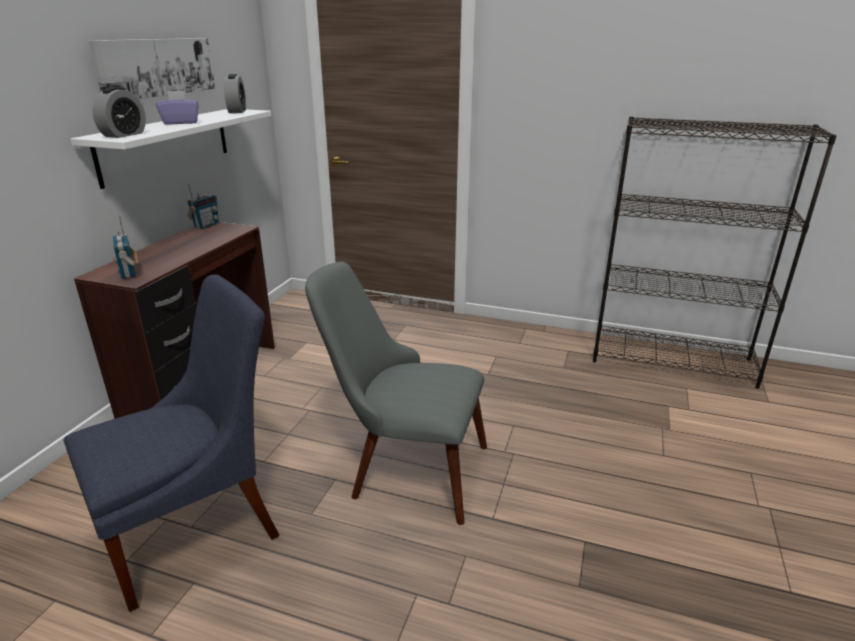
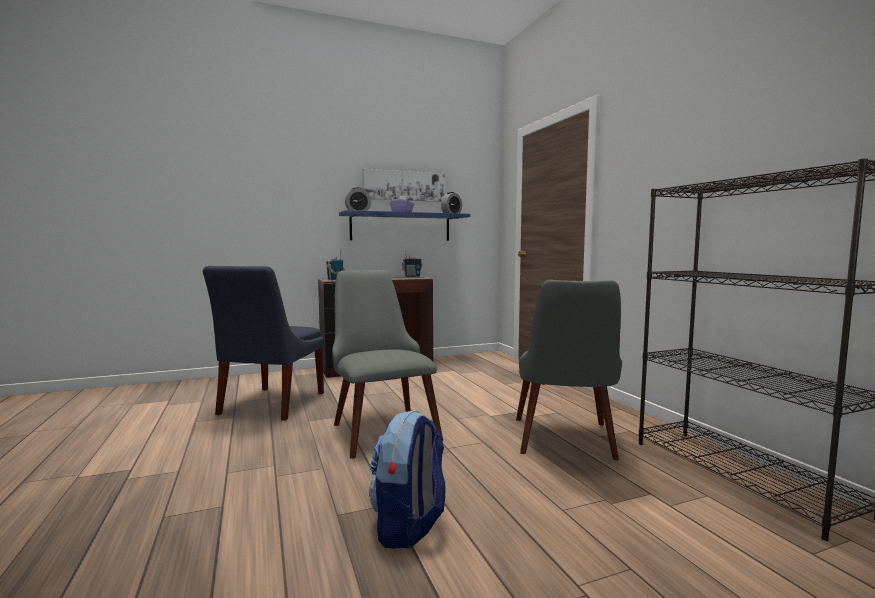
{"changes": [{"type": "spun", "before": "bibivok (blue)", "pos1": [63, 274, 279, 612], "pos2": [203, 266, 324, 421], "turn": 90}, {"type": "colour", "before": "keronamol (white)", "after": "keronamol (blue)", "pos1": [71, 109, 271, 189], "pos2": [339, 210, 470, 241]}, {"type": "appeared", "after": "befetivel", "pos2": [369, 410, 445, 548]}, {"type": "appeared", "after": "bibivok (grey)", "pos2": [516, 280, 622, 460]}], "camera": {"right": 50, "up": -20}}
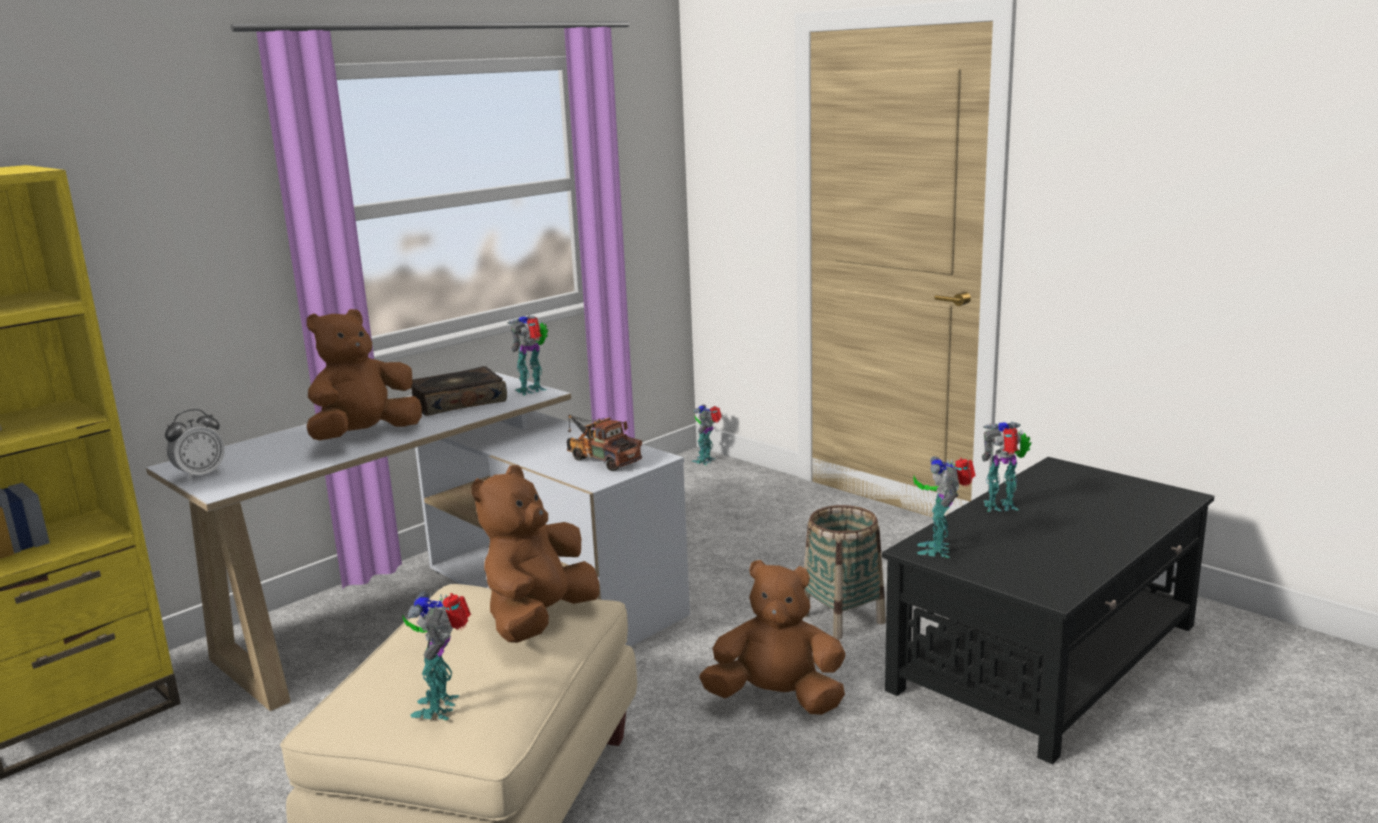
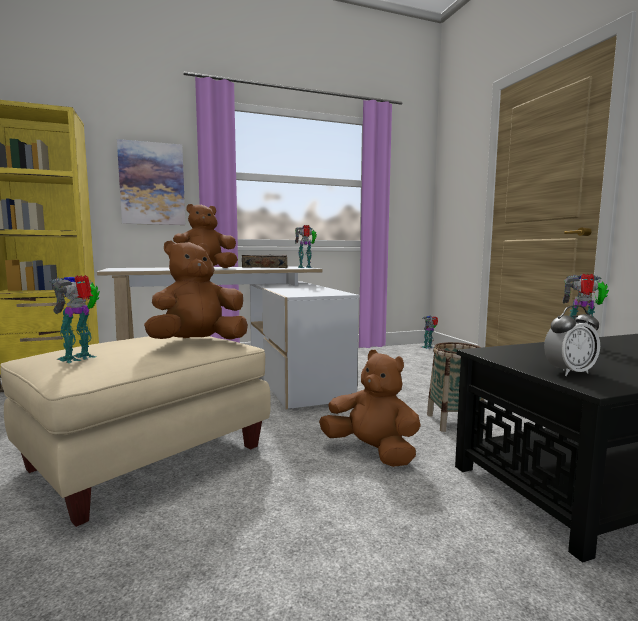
{"changes": [{"type": "relocated", "before": "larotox", "pos1": [165, 409, 225, 481], "pos2": [544, 305, 600, 376]}, {"type": "missing", "before": "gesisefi", "pos1": [567, 415, 642, 471]}, {"type": "missing", "before": "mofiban", "pos1": [913, 456, 976, 558]}, {"type": "appeared", "after": "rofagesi", "pos2": [117, 139, 185, 225]}], "camera": {"right": 25, "up": -10}}
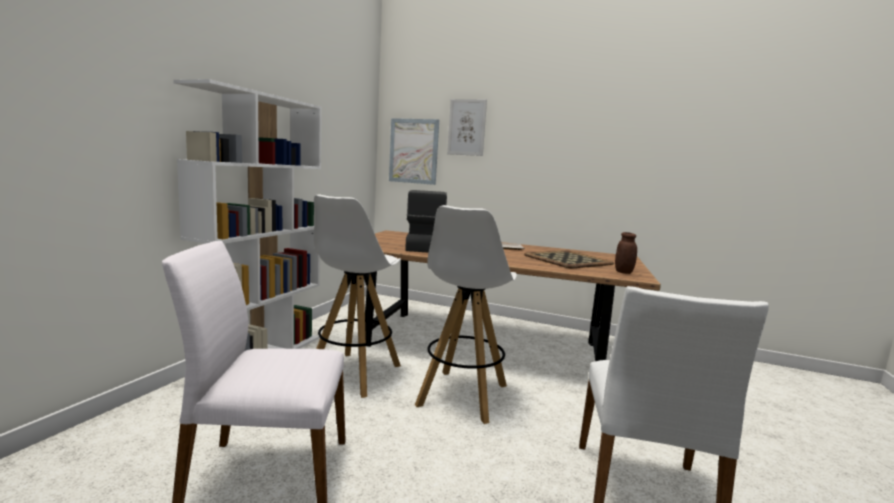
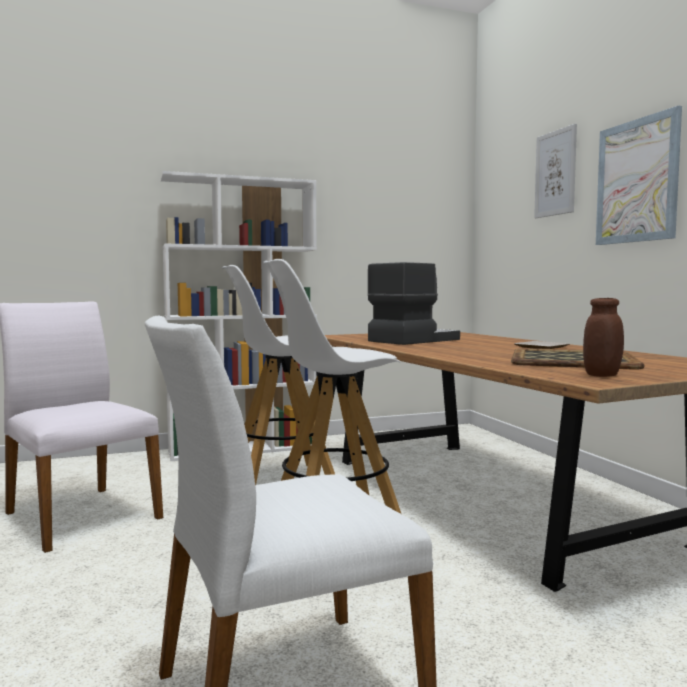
{"changes": [{"type": "relocated", "before": "rofagesi", "pos1": [389, 118, 439, 185], "pos2": [596, 105, 682, 245]}], "camera": {"right": 50, "up": -5}}
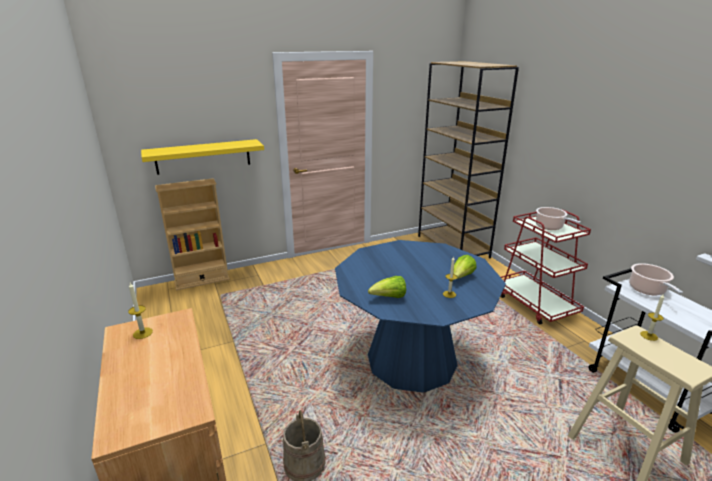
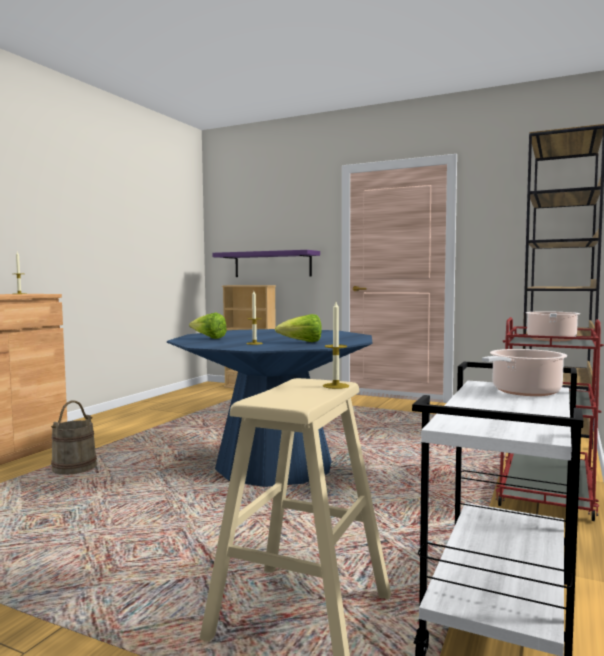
{"changes": [{"type": "colour", "before": "keronamol (yellow)", "after": "keronamol (purple)", "pos1": [141, 139, 264, 175], "pos2": [212, 250, 320, 277]}], "camera": {"right": 50, "up": -20}}
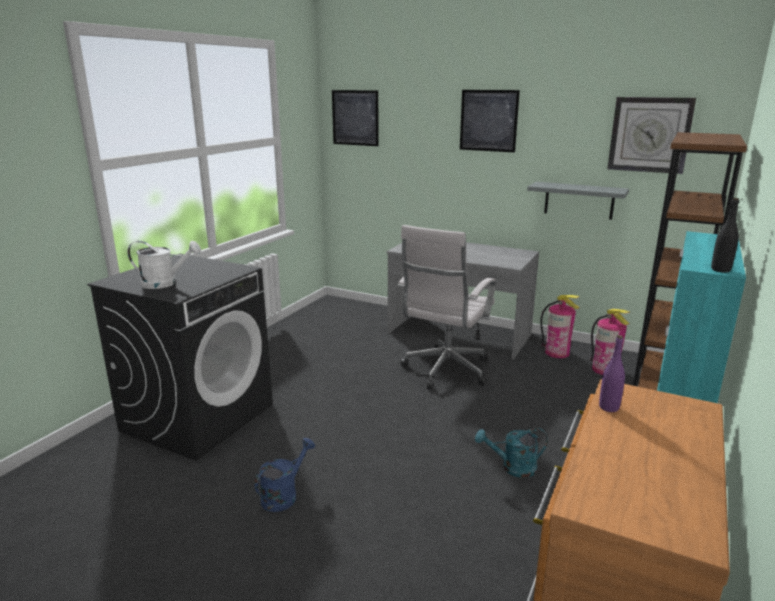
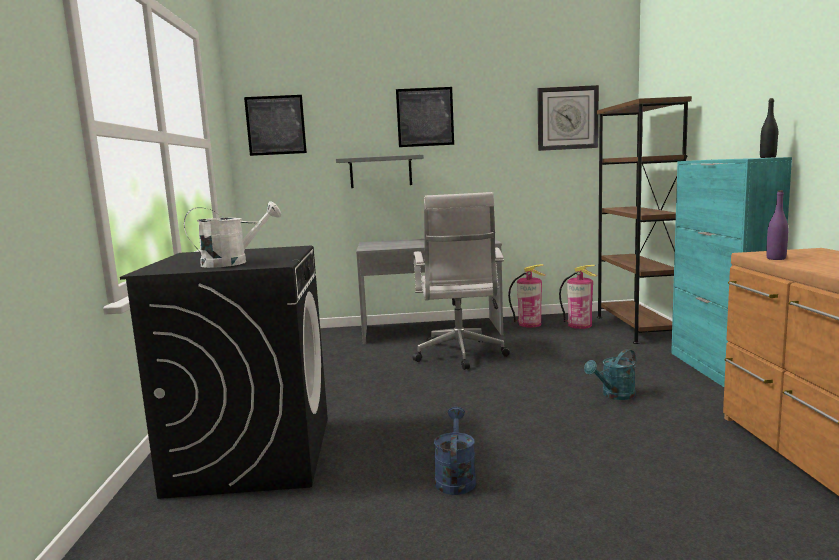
{"changes": [{"type": "relocated", "before": "keronamol (grey)", "pos1": [527, 182, 629, 220], "pos2": [336, 154, 424, 188]}], "camera": {"right": -30, "up": -10}}
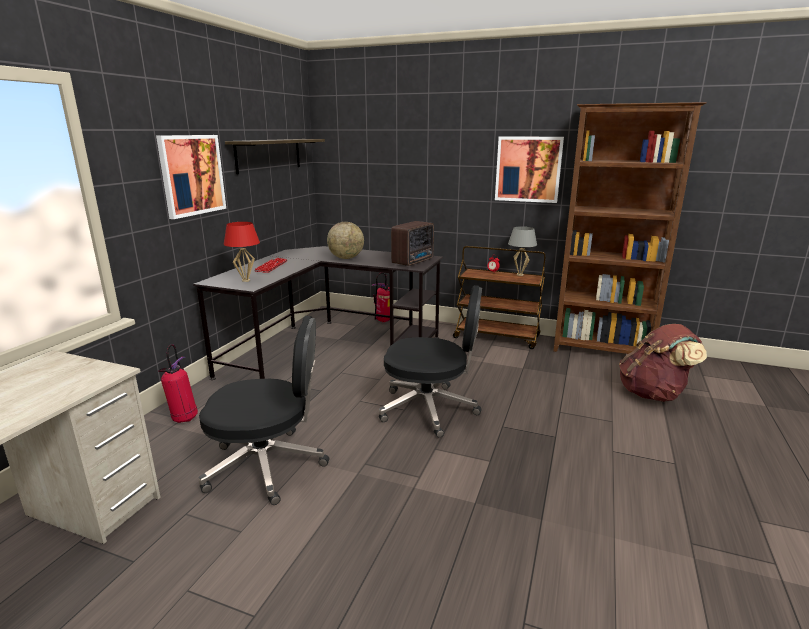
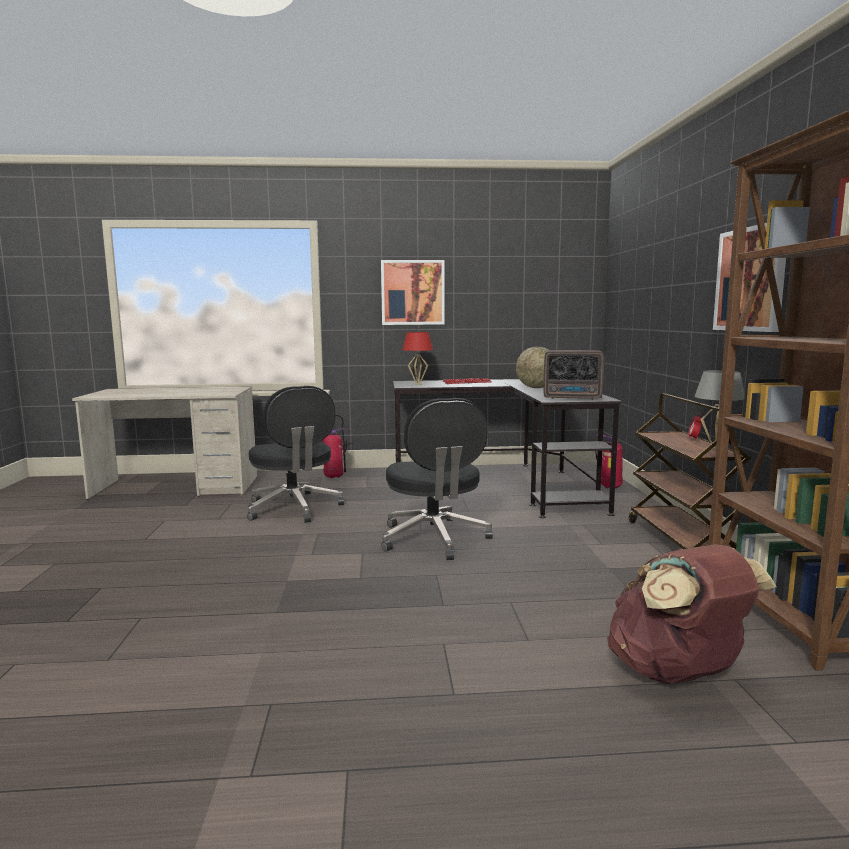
{"changes": [{"type": "missing", "before": "keronamol", "pos1": [225, 139, 325, 175]}], "camera": {"right": 65, "up": -10}}
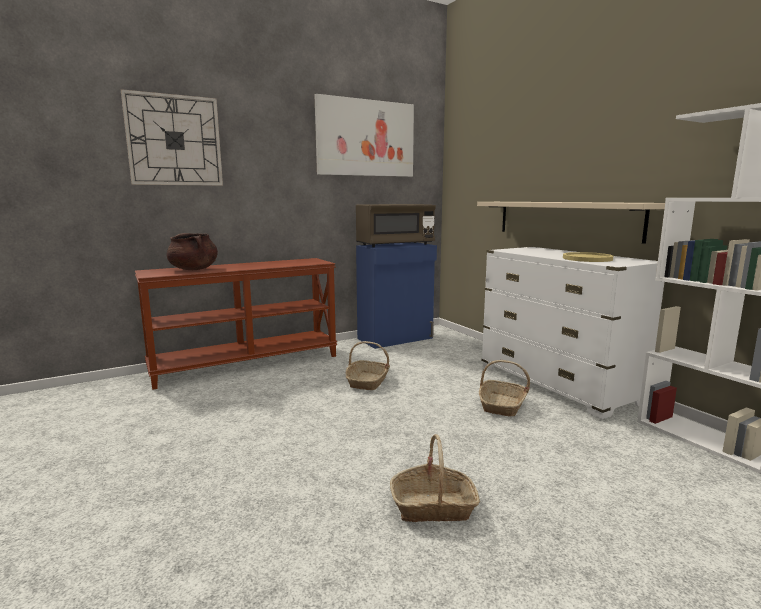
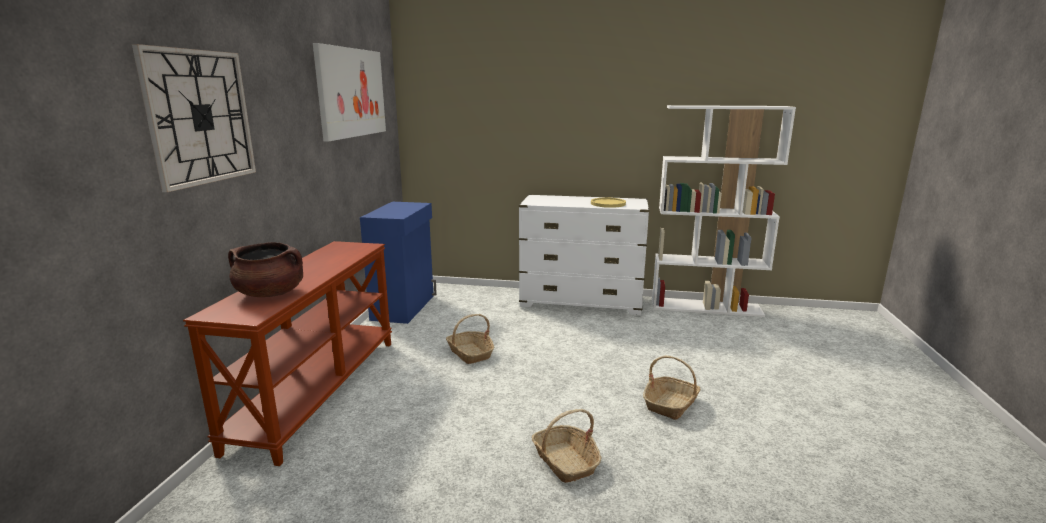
{"changes": [{"type": "missing", "before": "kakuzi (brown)", "pos1": [356, 204, 436, 247]}, {"type": "missing", "before": "keronamol (beige)", "pos1": [477, 202, 665, 244]}, {"type": "relocated", "before": "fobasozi", "pos1": [479, 360, 530, 416], "pos2": [532, 409, 601, 483]}], "camera": {"right": -50, "up": 5}}
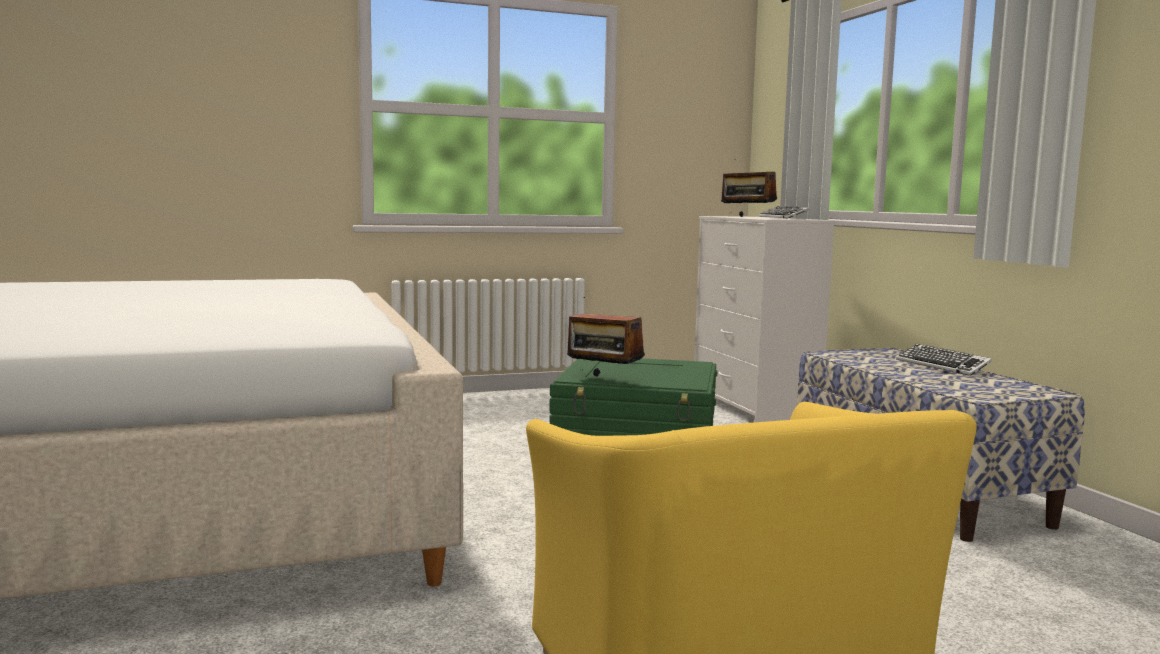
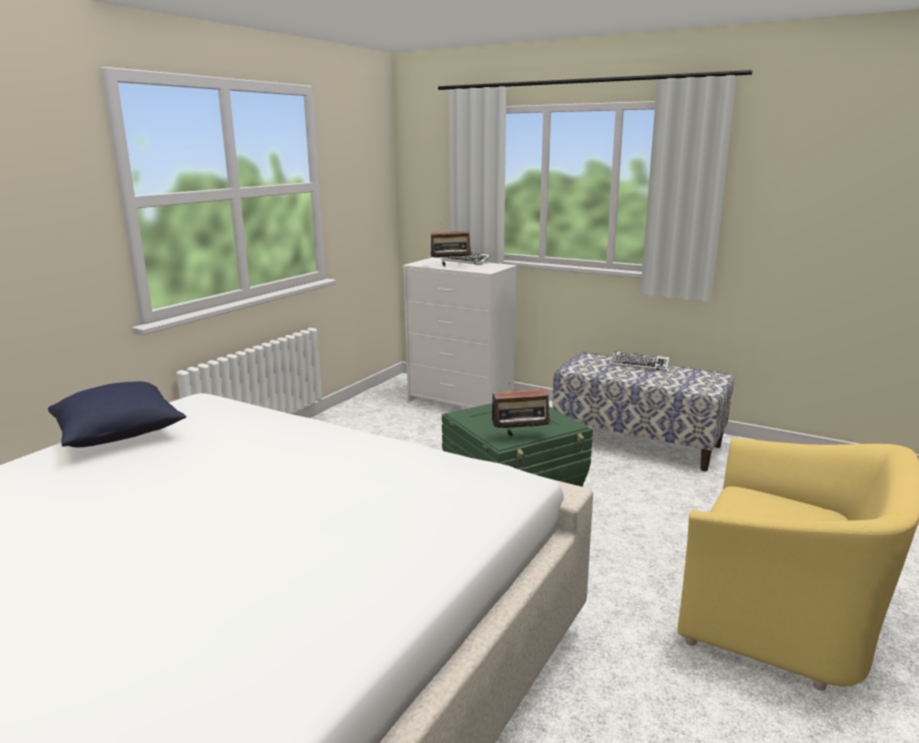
{"changes": [{"type": "appeared", "after": "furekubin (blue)", "pos2": [48, 381, 186, 447]}], "camera": {"right": -40, "up": 10}}
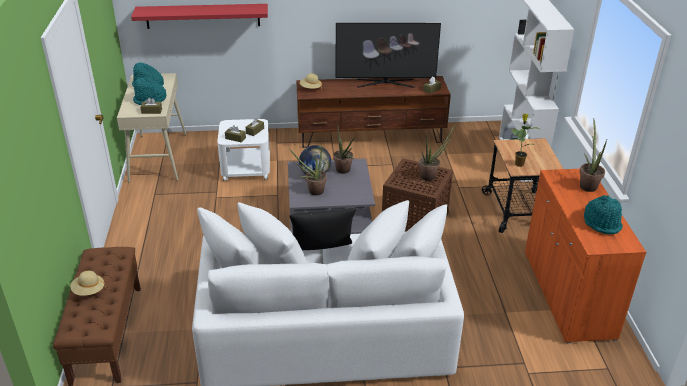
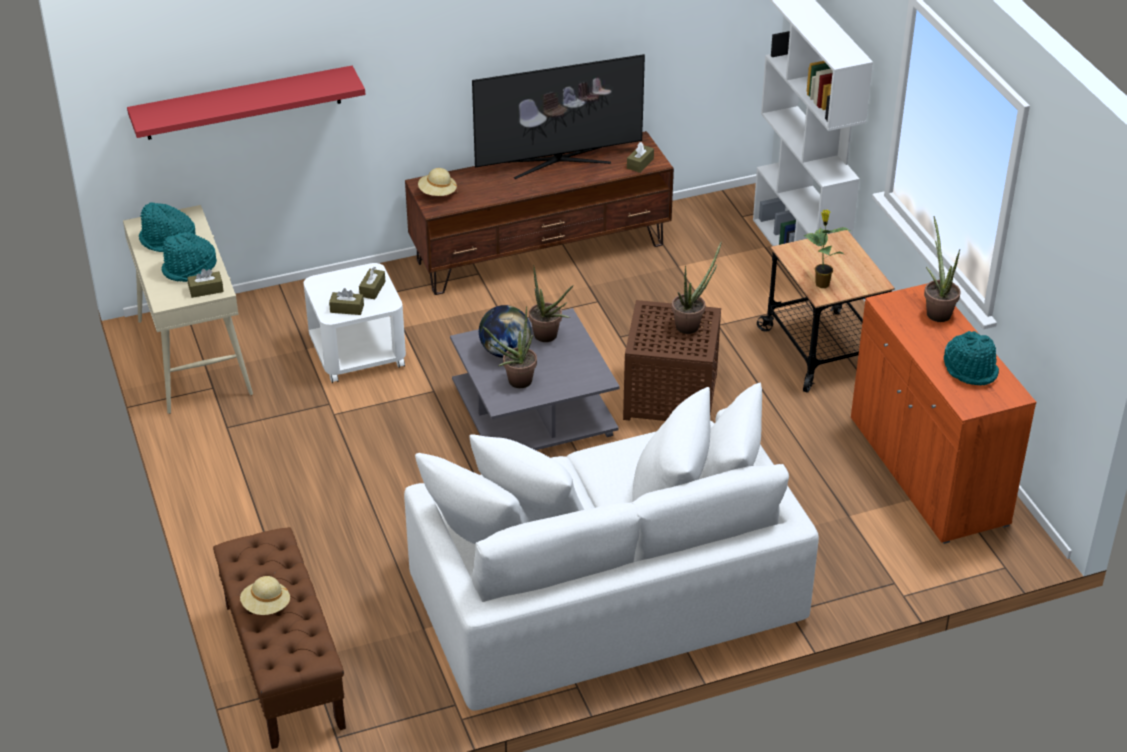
{"changes": [{"type": "missing", "before": "furekubin (black)", "pos1": [289, 208, 357, 250]}], "camera": {"right": -15, "up": 5}}
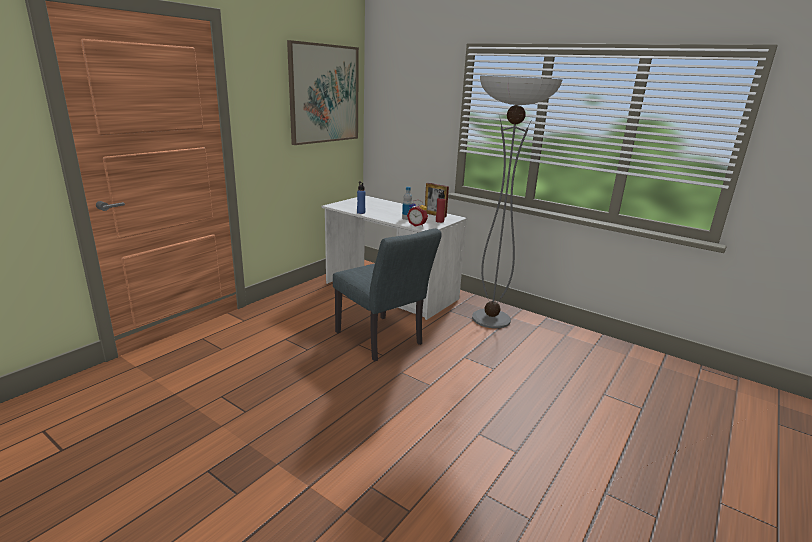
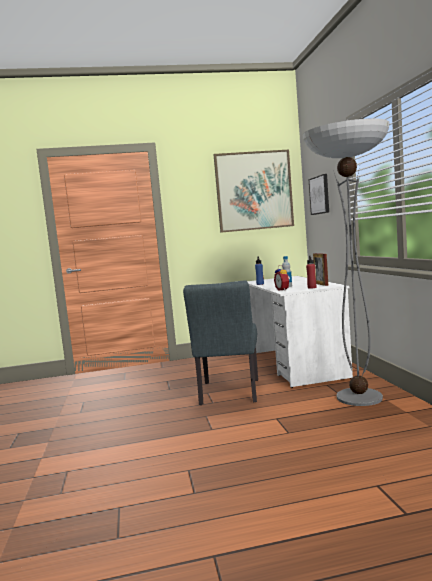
{"changes": [{"type": "appeared", "after": "rofagesi", "pos2": [309, 174, 329, 215]}], "camera": {"right": 45, "up": -15}}
